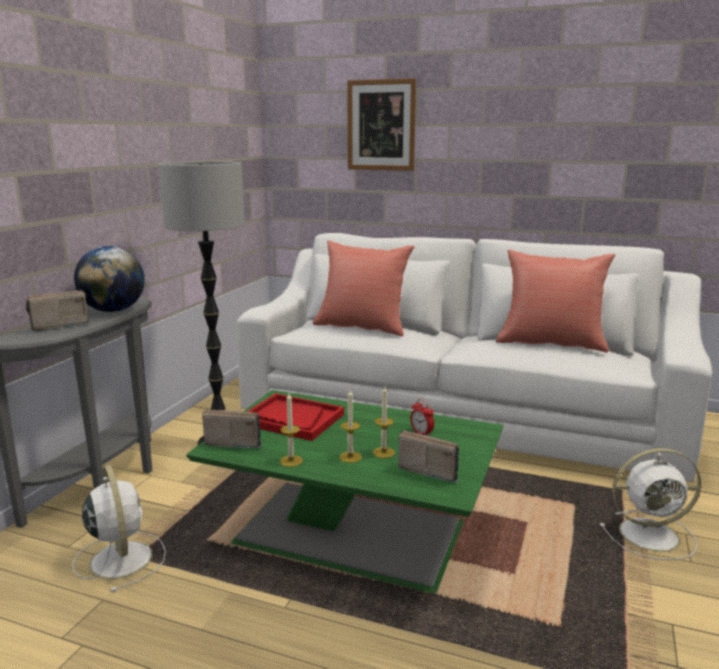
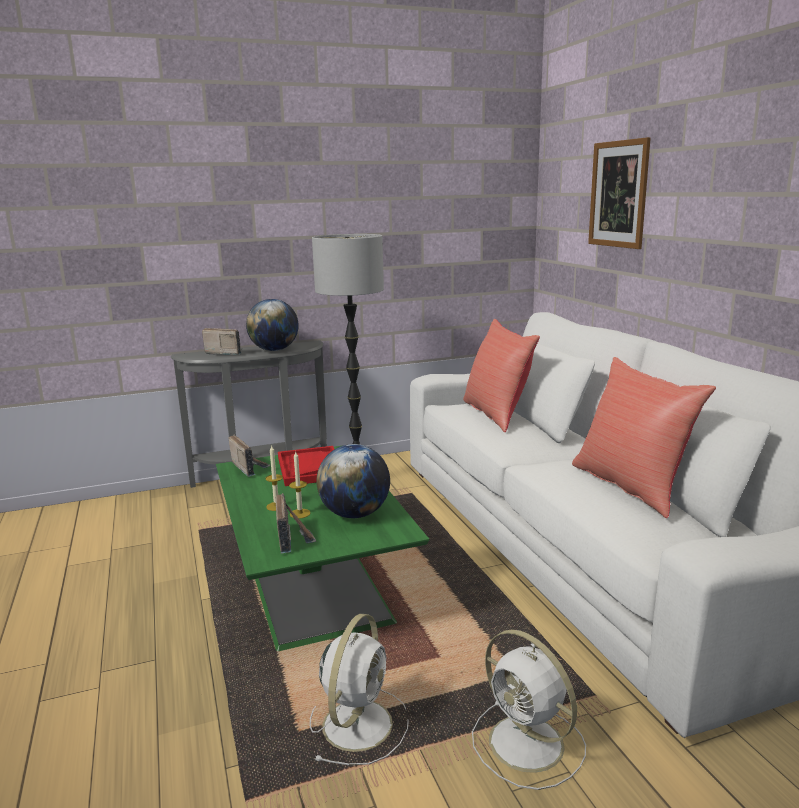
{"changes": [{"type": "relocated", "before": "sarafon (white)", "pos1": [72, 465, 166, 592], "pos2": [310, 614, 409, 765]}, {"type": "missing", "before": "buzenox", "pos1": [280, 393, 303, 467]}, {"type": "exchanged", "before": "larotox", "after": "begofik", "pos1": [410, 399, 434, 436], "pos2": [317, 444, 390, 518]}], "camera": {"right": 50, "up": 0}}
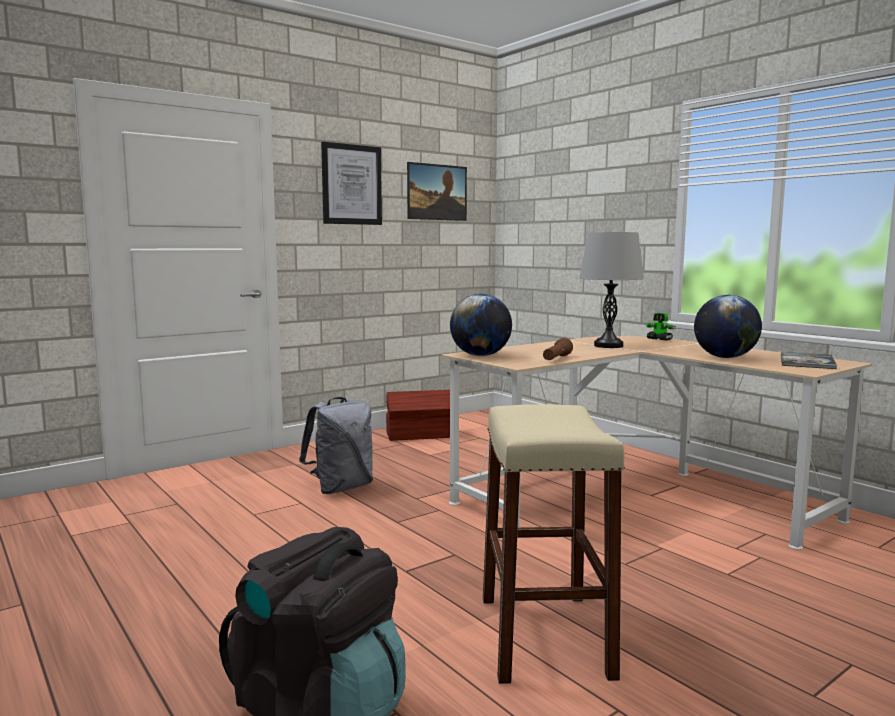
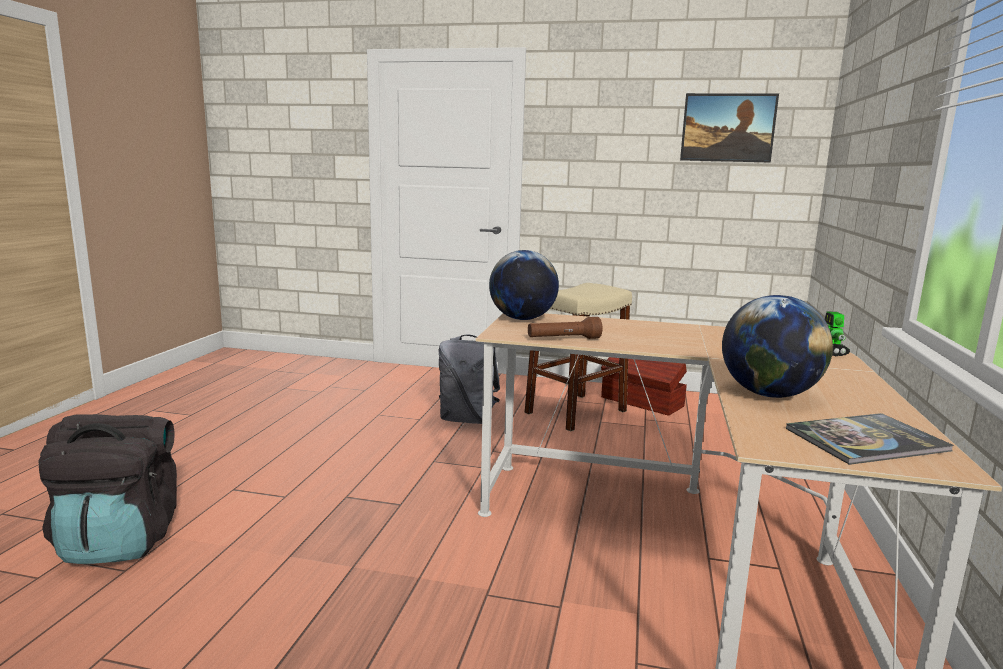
{"changes": [{"type": "missing", "before": "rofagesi", "pos1": [321, 142, 382, 225]}, {"type": "relocated", "before": "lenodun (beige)", "pos1": [483, 404, 625, 684], "pos2": [524, 283, 632, 432]}, {"type": "missing", "before": "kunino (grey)", "pos1": [579, 232, 644, 348]}], "camera": {"right": 50, "up": 5}}
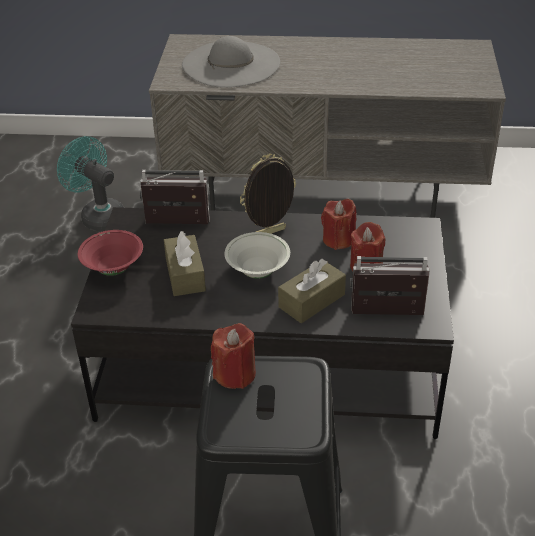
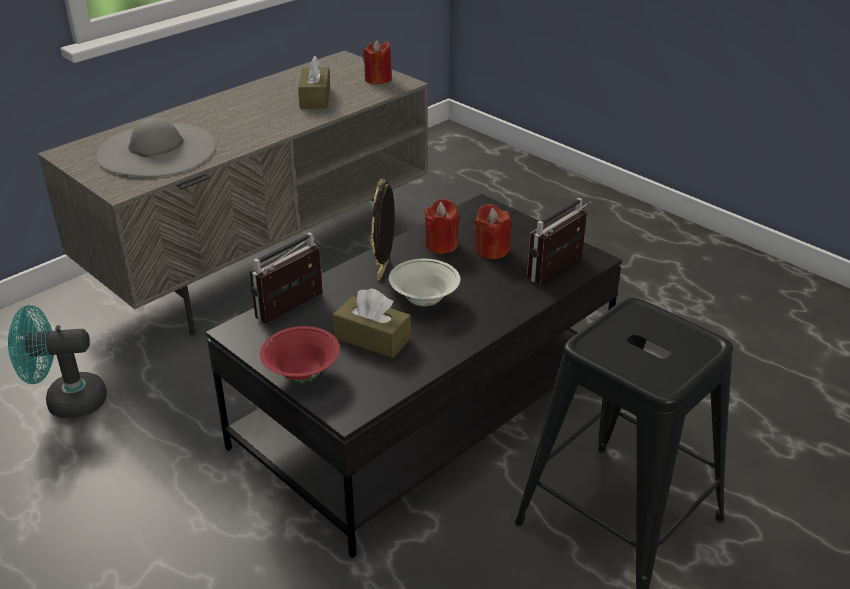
{"changes": [{"type": "relocated", "before": "buzenox (red)", "pos1": [211, 323, 256, 389], "pos2": [363, 40, 392, 84]}, {"type": "relocated", "before": "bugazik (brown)", "pos1": [278, 259, 346, 323], "pos2": [298, 56, 330, 109]}], "camera": {"right": -50, "up": -5}}
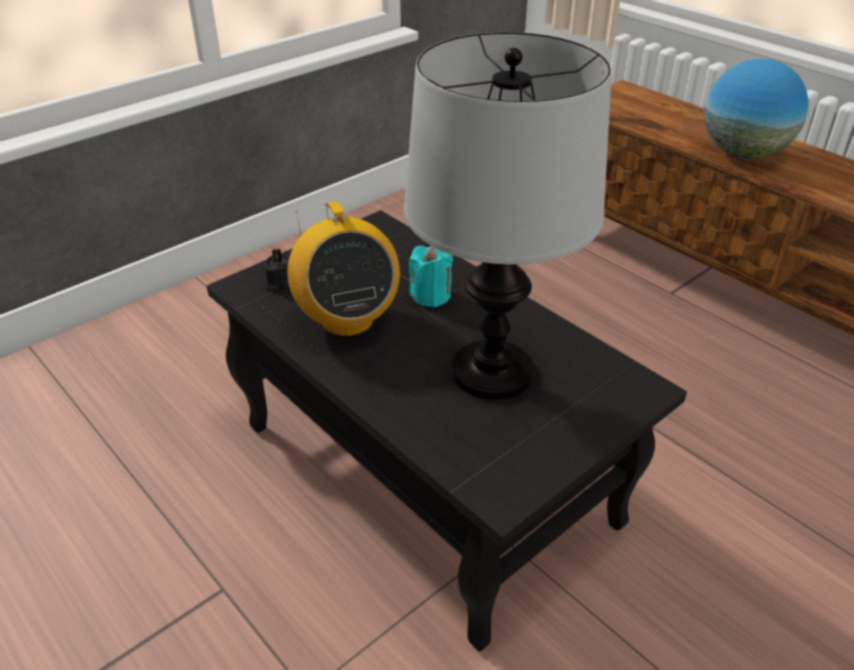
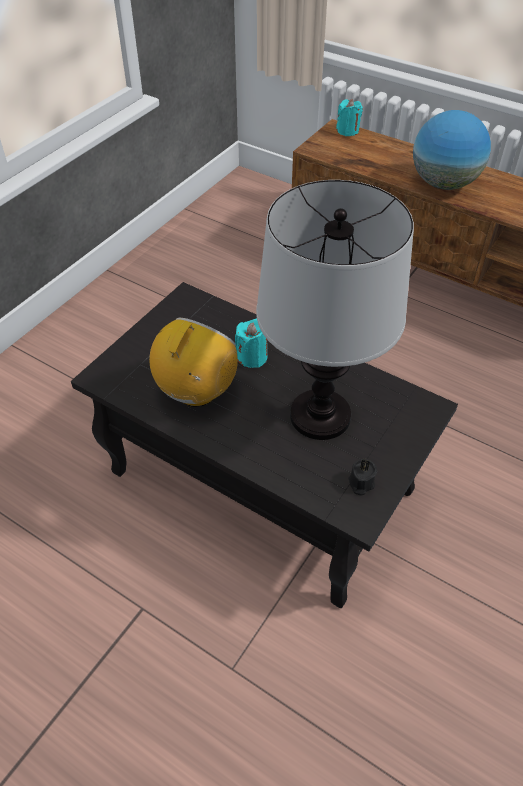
{"changes": [{"type": "relocated", "before": "buzenox (black)", "pos1": [265, 248, 290, 292], "pos2": [348, 459, 378, 495]}, {"type": "spun", "before": "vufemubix", "pos1": [287, 202, 400, 337], "pos2": [149, 318, 238, 407], "turn": -120}, {"type": "appeared", "after": "buzenox (turquoise)", "pos2": [336, 99, 363, 136]}], "camera": {"right": -15, "up": 10}}
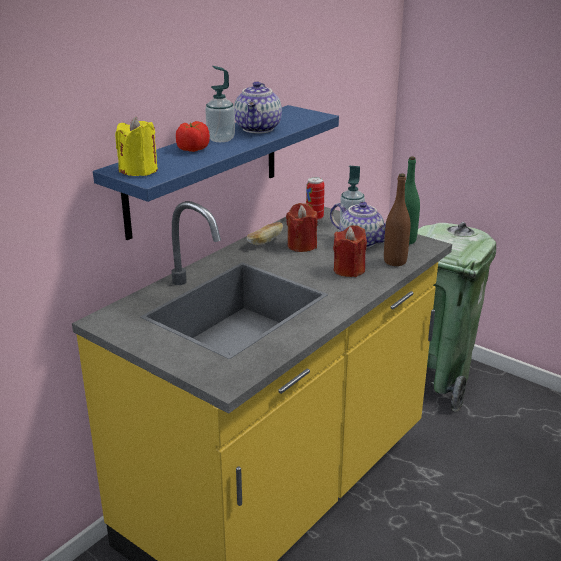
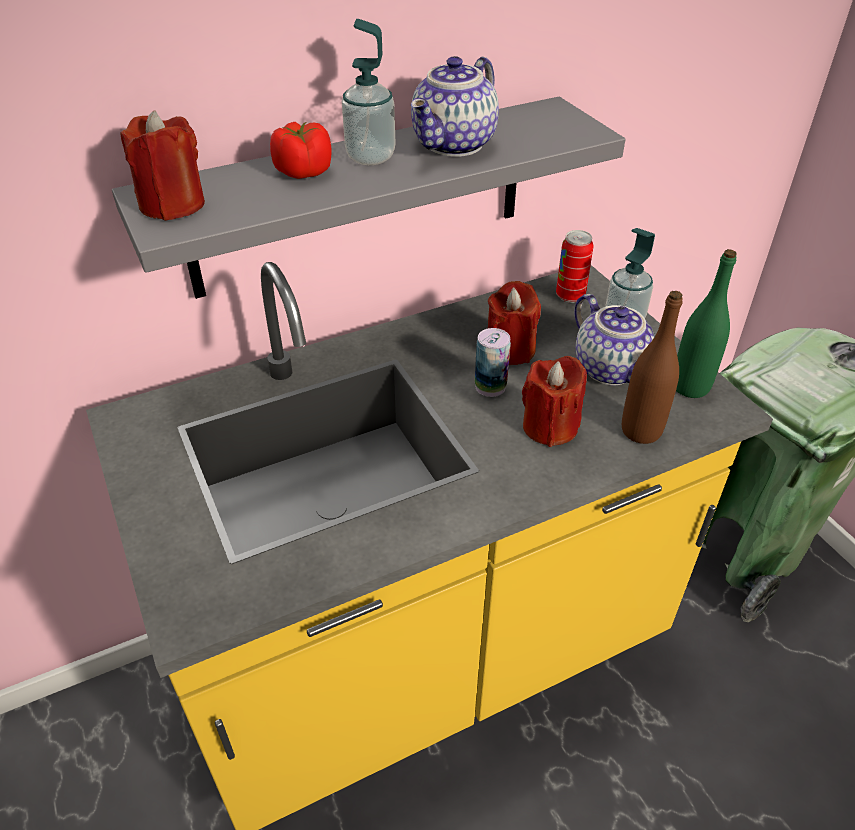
{"changes": [{"type": "colour", "before": "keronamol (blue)", "after": "keronamol (grey)", "pos1": [93, 105, 339, 240], "pos2": [112, 97, 626, 299]}, {"type": "colour", "before": "buzenox (yellow)", "after": "buzenox (red)", "pos1": [115, 116, 158, 176], "pos2": [120, 110, 205, 221]}, {"type": "missing", "before": "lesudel", "pos1": [246, 222, 283, 245]}, {"type": "appeared", "after": "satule", "pos2": [475, 328, 511, 397]}], "camera": {"right": 25, "up": 15}}
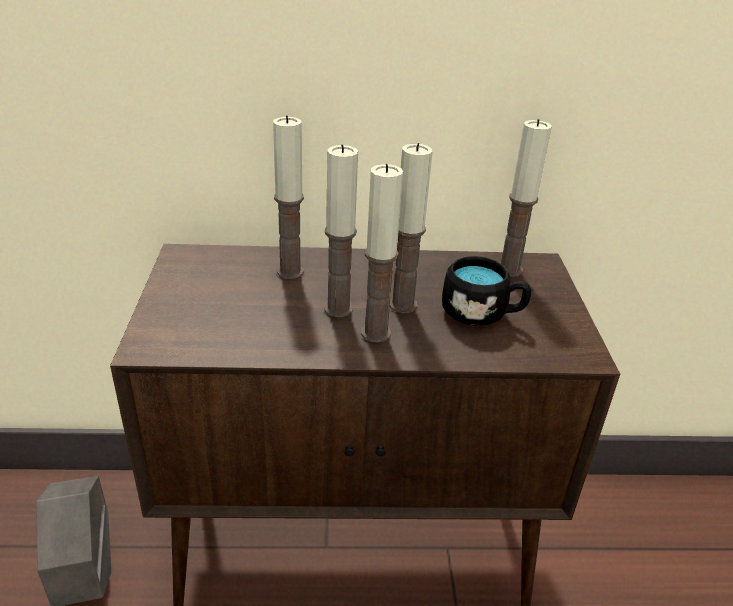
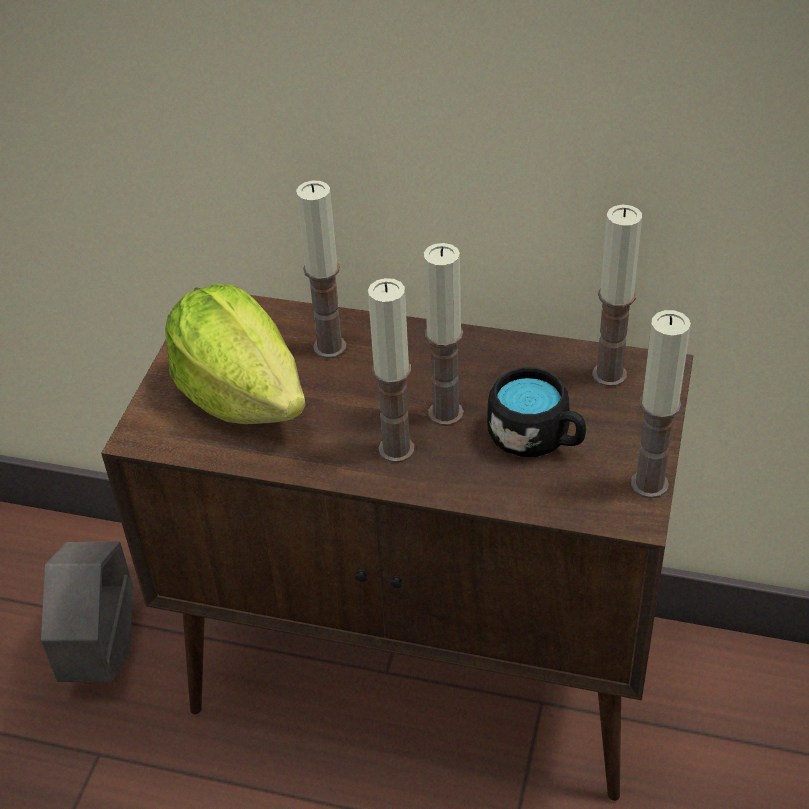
{"changes": [{"type": "relocated", "before": "buzenox", "pos1": [324, 145, 358, 317], "pos2": [631, 310, 691, 499]}, {"type": "appeared", "after": "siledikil", "pos2": [165, 284, 306, 424]}], "camera": {"right": 20, "up": 10}}
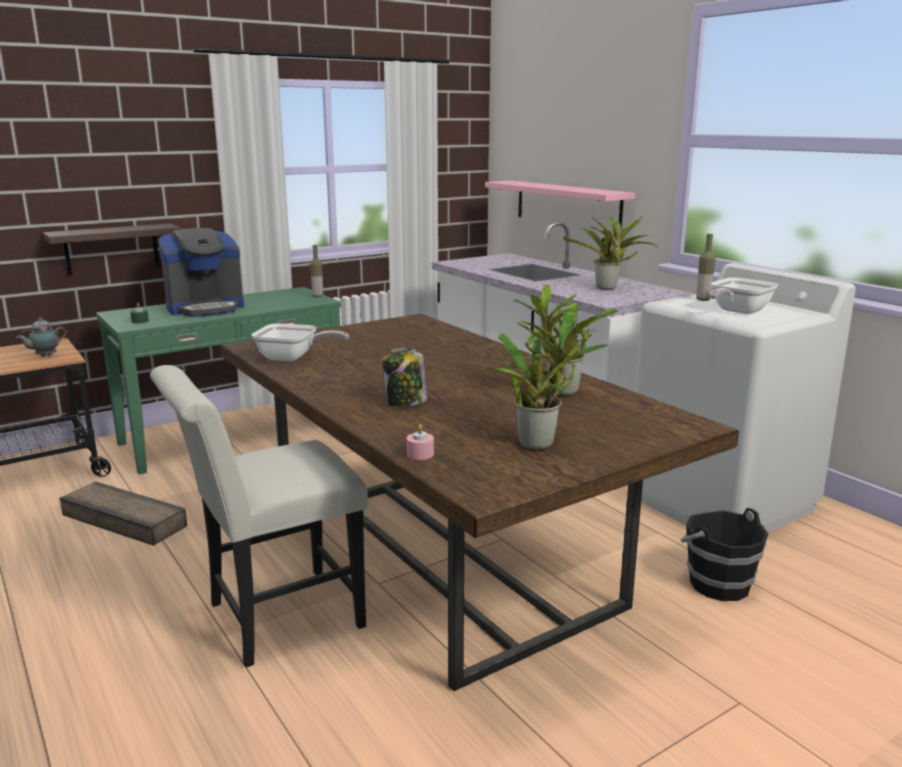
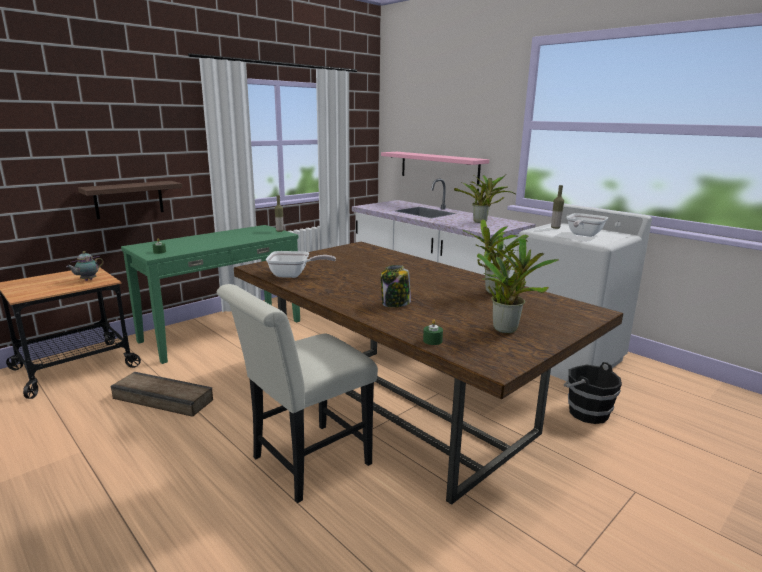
{"changes": [{"type": "missing", "before": "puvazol", "pos1": [158, 228, 244, 317]}, {"type": "colour", "before": "buzenox (pink)", "after": "buzenox (green)", "pos1": [407, 424, 434, 460], "pos2": [423, 319, 443, 345]}], "camera": {"right": -10, "up": 0}}
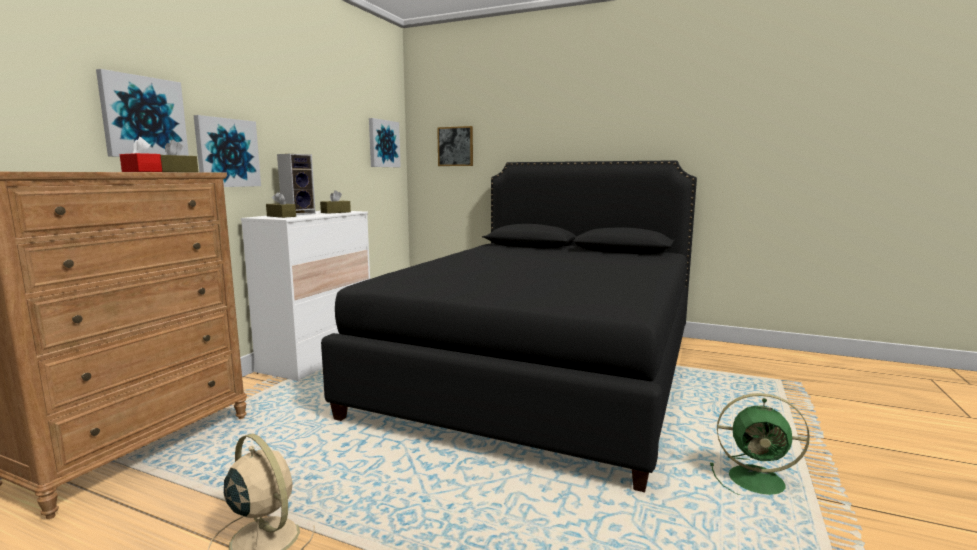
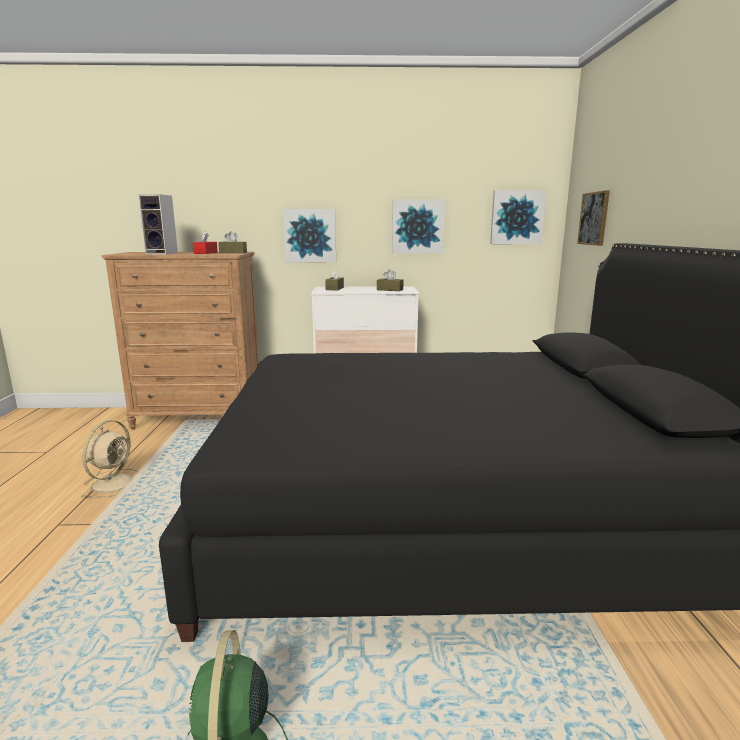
{"changes": [{"type": "relocated", "before": "rofagesi", "pos1": [96, 69, 189, 157], "pos2": [392, 200, 445, 253]}, {"type": "relocated", "before": "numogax", "pos1": [277, 154, 316, 215], "pos2": [138, 194, 178, 255]}], "camera": {"right": 65, "up": 5}}
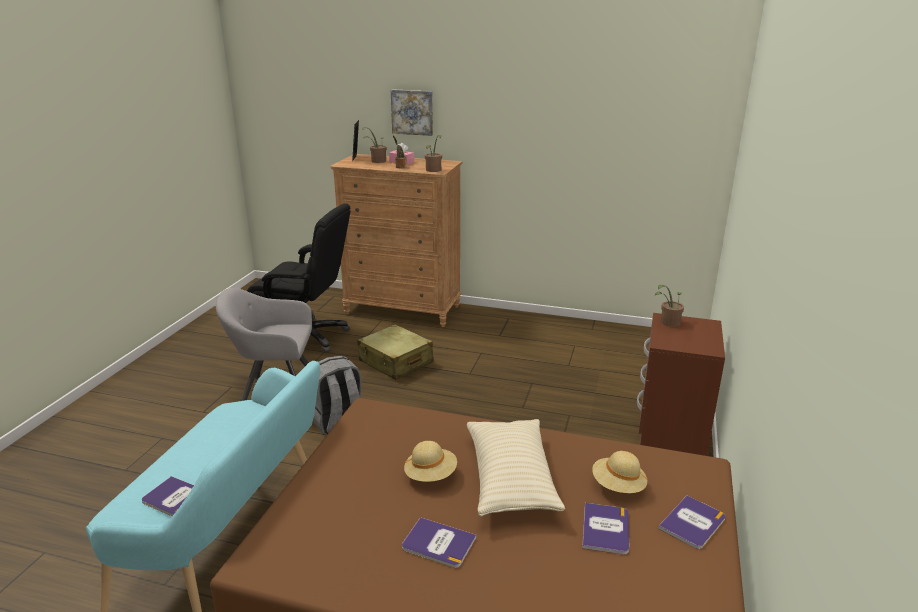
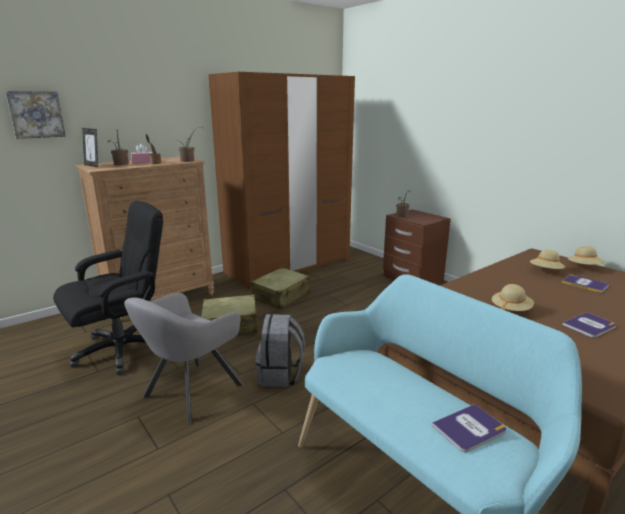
{"changes": [{"type": "relocated", "before": "rofagesi", "pos1": [391, 89, 433, 136], "pos2": [5, 91, 66, 139]}, {"type": "missing", "before": "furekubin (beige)", "pos1": [467, 419, 565, 517]}, {"type": "exchanged", "before": "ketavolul", "after": "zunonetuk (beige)", "pos1": [658, 495, 725, 549], "pos2": [568, 246, 605, 265]}, {"type": "appeared", "after": "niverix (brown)", "pos2": [208, 72, 355, 289]}, {"type": "appeared", "after": "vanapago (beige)", "pos2": [251, 267, 310, 309]}], "camera": {"right": -55, "up": -5}}
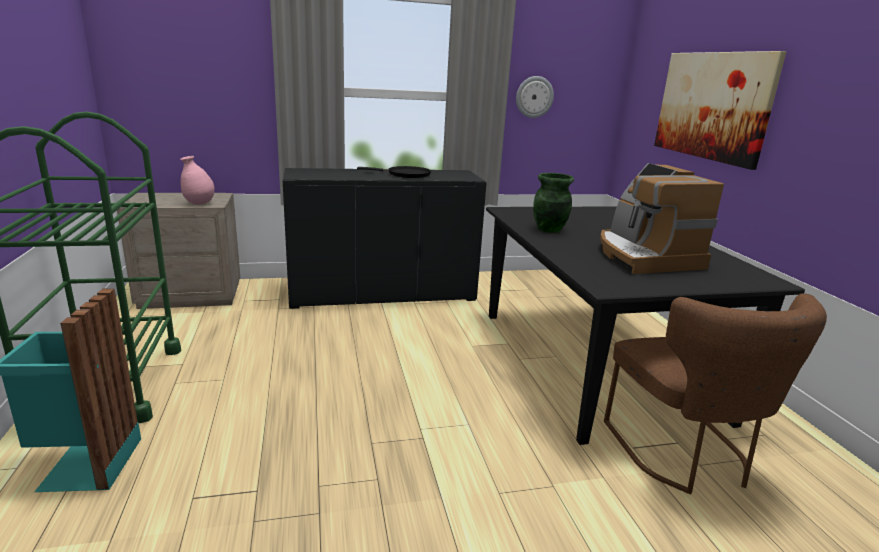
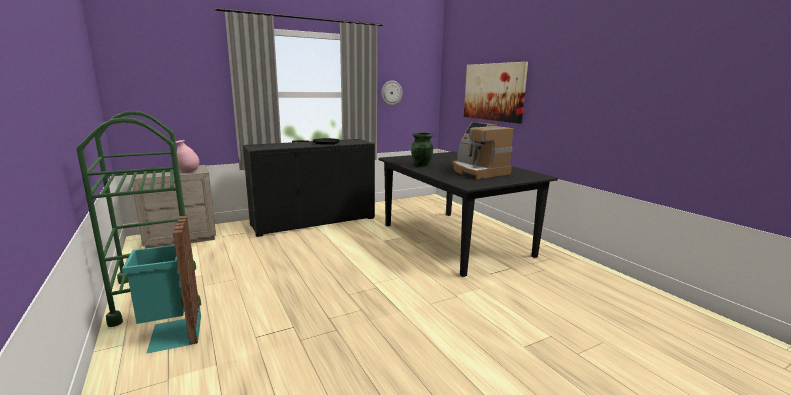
{"changes": [{"type": "missing", "before": "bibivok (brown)", "pos1": [604, 293, 827, 494]}], "camera": {"right": -15, "up": -5}}
